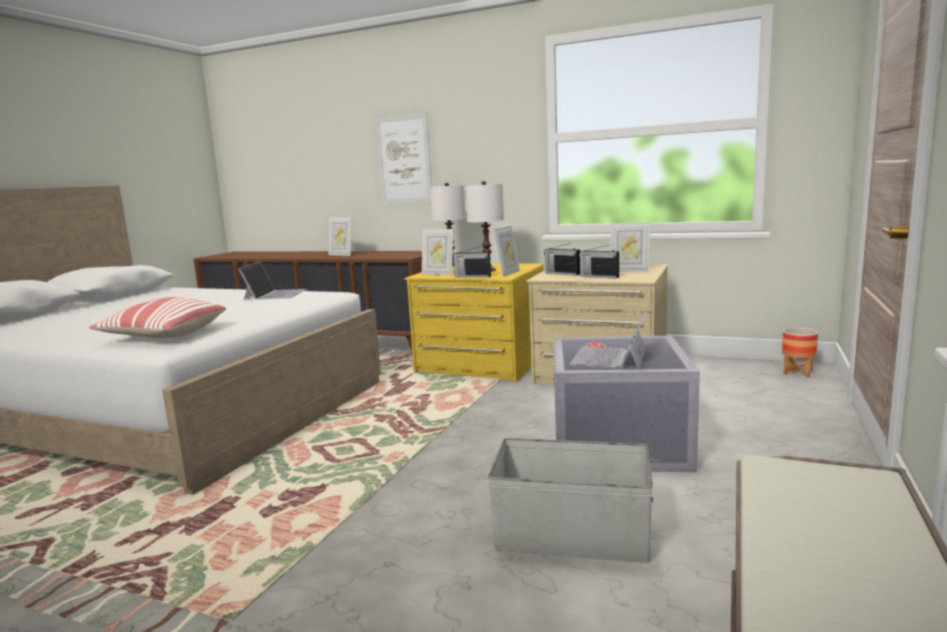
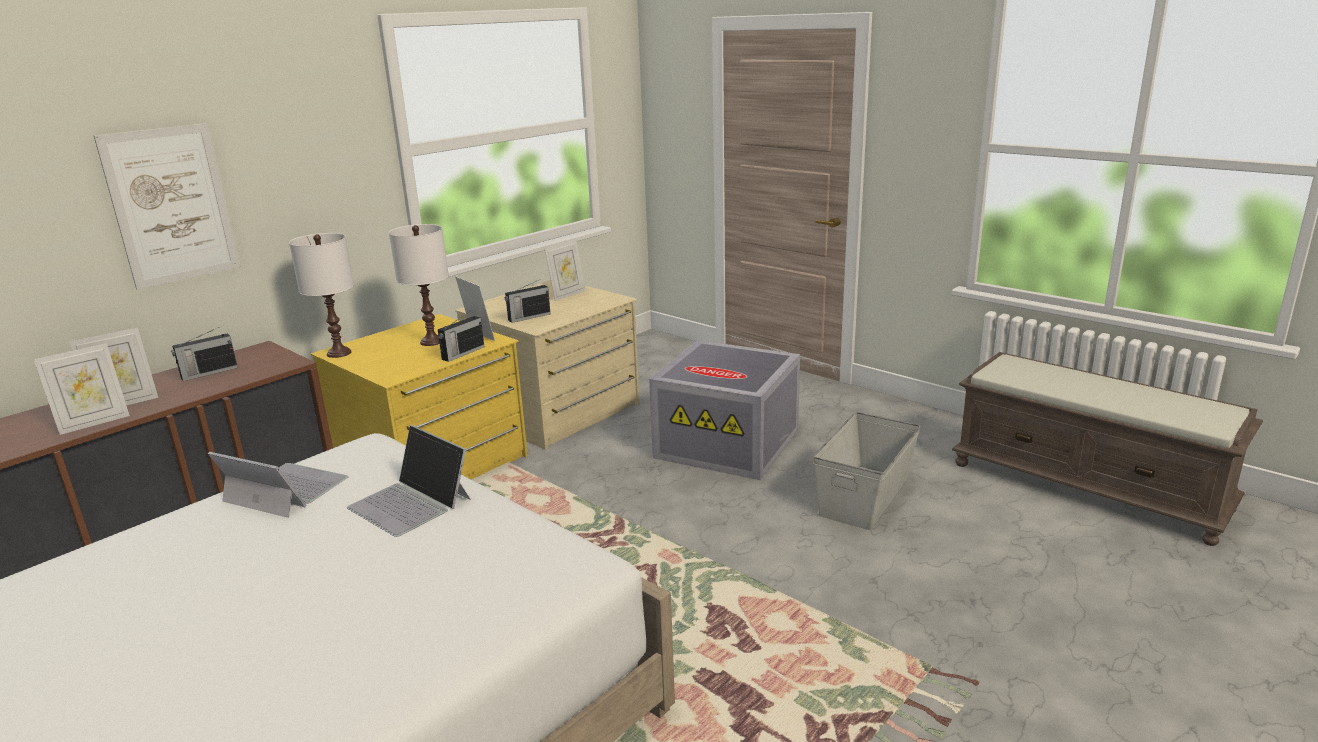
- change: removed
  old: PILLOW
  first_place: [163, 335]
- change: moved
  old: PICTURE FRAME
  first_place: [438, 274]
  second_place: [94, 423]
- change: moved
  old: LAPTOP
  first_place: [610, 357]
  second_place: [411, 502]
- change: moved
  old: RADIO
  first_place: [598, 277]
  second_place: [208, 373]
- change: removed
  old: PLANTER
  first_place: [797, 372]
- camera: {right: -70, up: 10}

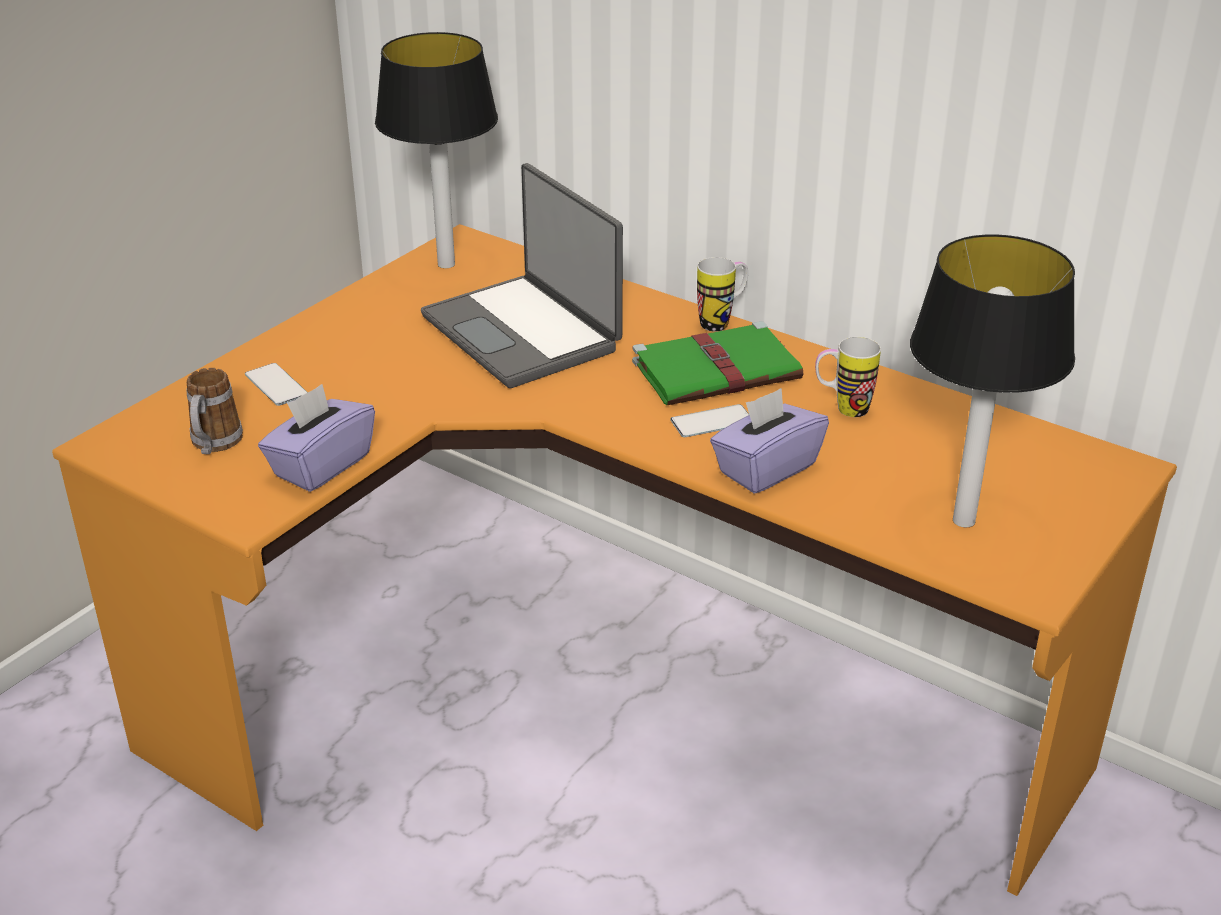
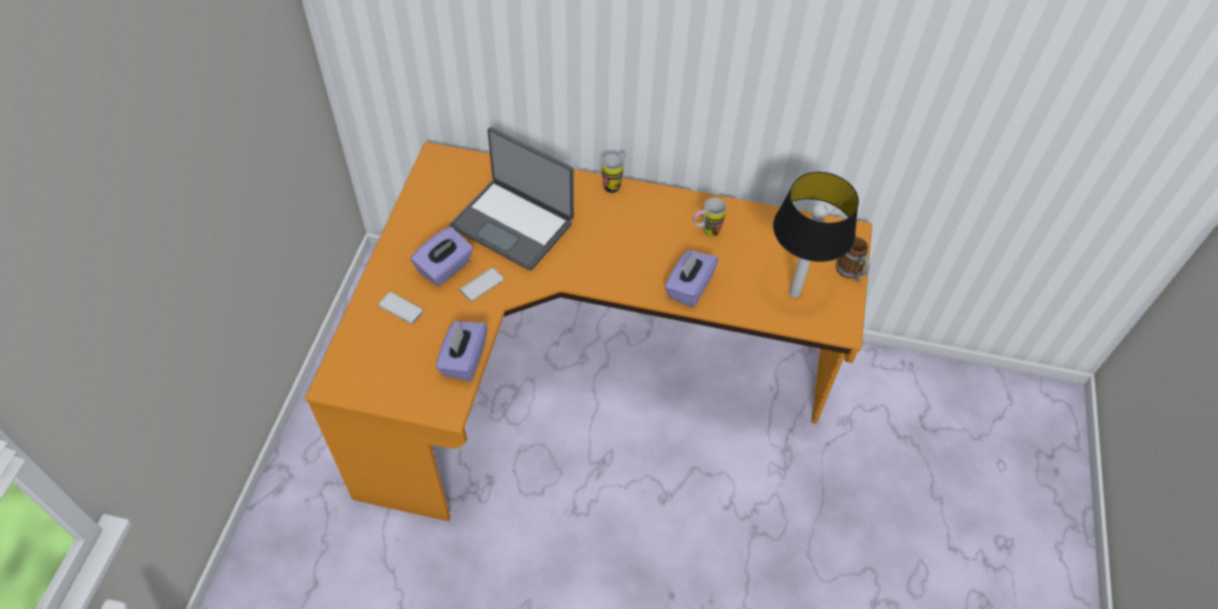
- change: moved
  old: MUG
  first_place: [214, 445]
  second_place: [851, 273]
- change: removed
  old: TABLE LAMP
  first_place: [445, 264]
- change: removed
  old: GREEN BOOK
  first_place: [719, 370]
- change: moved
  old: PHONE
  first_place: [712, 422]
  second_place: [482, 285]
- change: added
  new: PURPLE TISSUE BOX
  second_place: [445, 268]
- camera: {right: -25, up: 20}

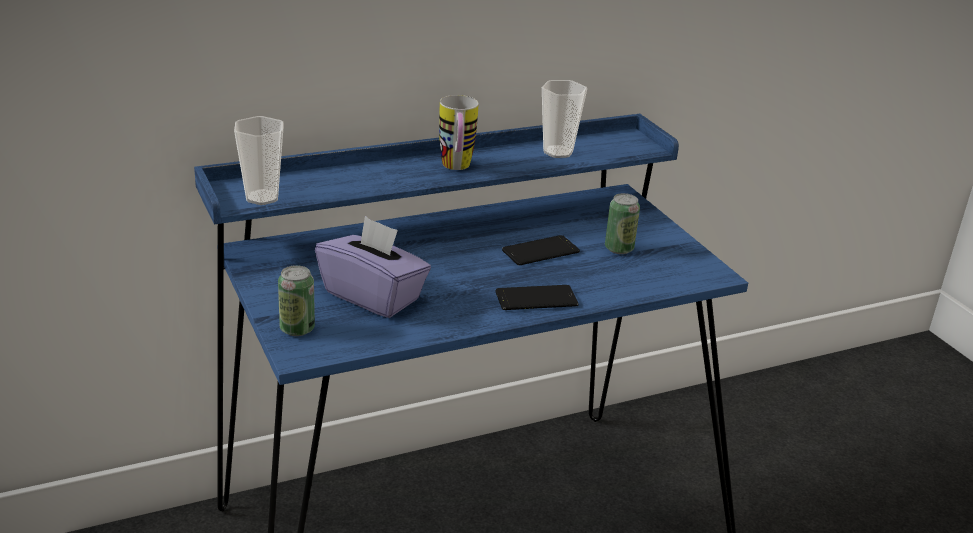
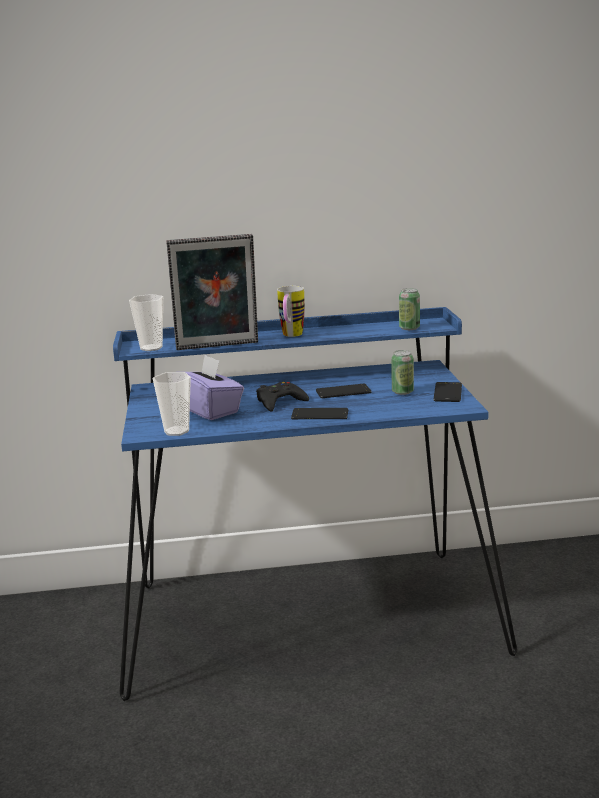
- change: moved
  old: CAN
  first_place: [297, 329]
  second_place: [409, 328]
- change: moved
  old: CUP
  first_place: [558, 152]
  second_place: [176, 431]
- change: added
  new: PICTURE FRAME
  second_place: [217, 347]
- change: added
  new: BLACK GAME CONTROLLER
  second_place: [280, 402]
- change: added
  new: PHONE
  second_place: [447, 393]
- camera: {right: 20, up: -10}

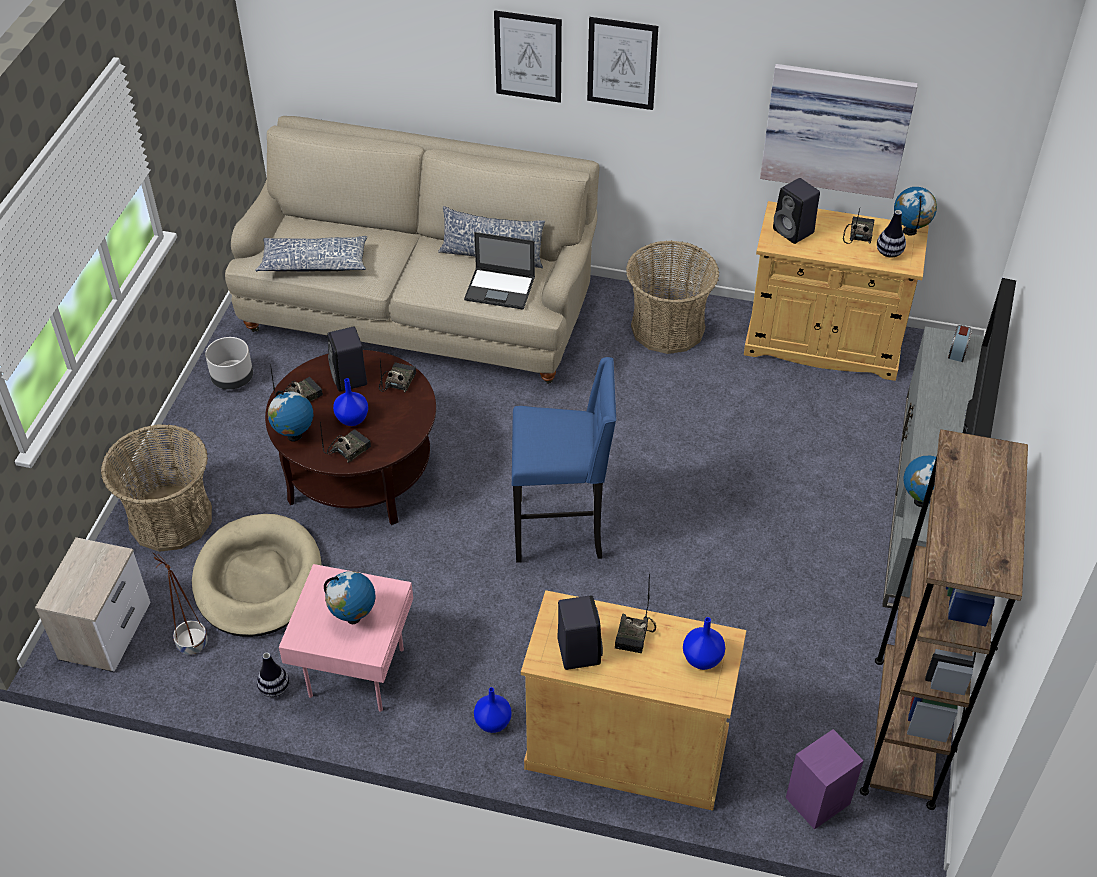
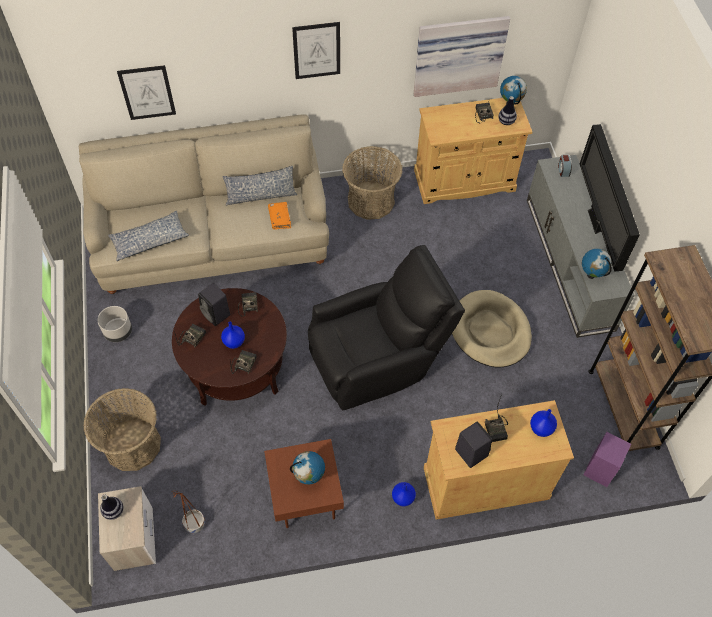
- change: moved
  old: BEIGE DOG BED
  first_place: [258, 580]
  second_place: [490, 331]
- change: moved
  old: VASE
  first_place: [274, 688]
  second_place: [114, 511]
- change: removed
  old: GLOBE
  first_place: [294, 436]
- change: recoloured
  old: PINK SIDE TABLE
  new: BROWN SIDE TABLE
  first_place: [355, 669]
  second_place: [304, 498]
- change: replaced
  old: LAPTOP
  new: ORANGE BOOK
  first_place: [500, 288]
  second_place: [279, 218]
- change: moved
  old: PICTURE
  first_place: [528, 56]
  second_place: [147, 92]
- change: replaced
  old: BLUE STOOL
  new: BLACK ARMCHAIR
  first_place: [561, 529]
  second_place: [378, 358]
- change: removed
  old: BLACK SPEAKER
  first_place: [794, 231]
- camera: {right: -25, up: 10}

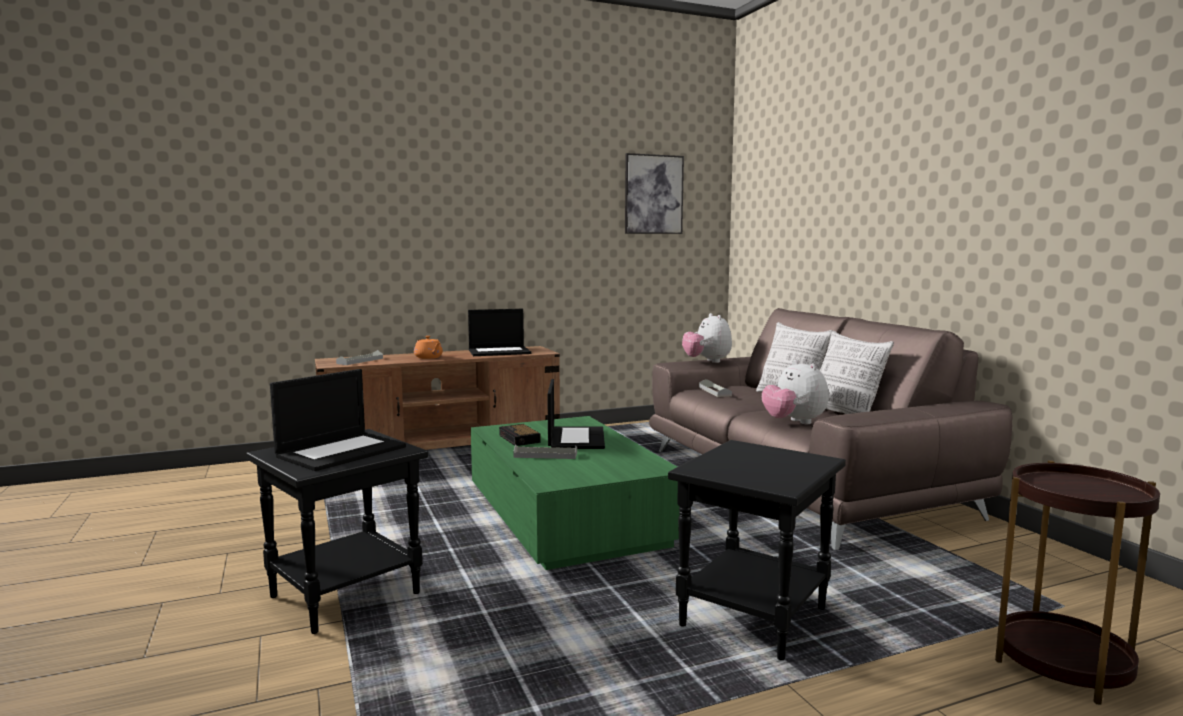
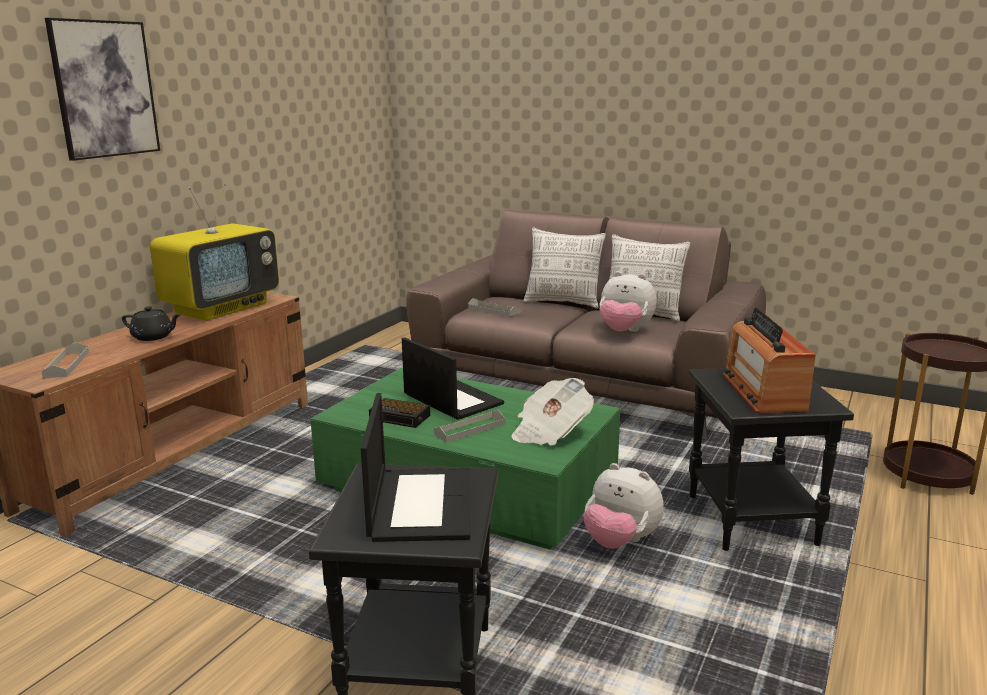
- change: recoloured
  old: ORANGE TEAPOT
  new: BLACK TEAPOT
  first_place: [428, 357]
  second_place: [153, 337]
- change: replaced
  old: LAPTOP
  new: TELEVISION
  first_place: [500, 352]
  second_place: [222, 308]
- change: moved
  old: PICTURE
  first_place: [653, 194]
  second_place: [104, 89]
- change: moved
  old: PLUSH TOY
  first_place: [707, 361]
  second_place: [620, 542]
- change: added
  new: NEWSPAPER
  second_place: [550, 432]
- change: added
  new: RADIO
  second_place: [763, 392]
- camera: {right: -40, up: 10}

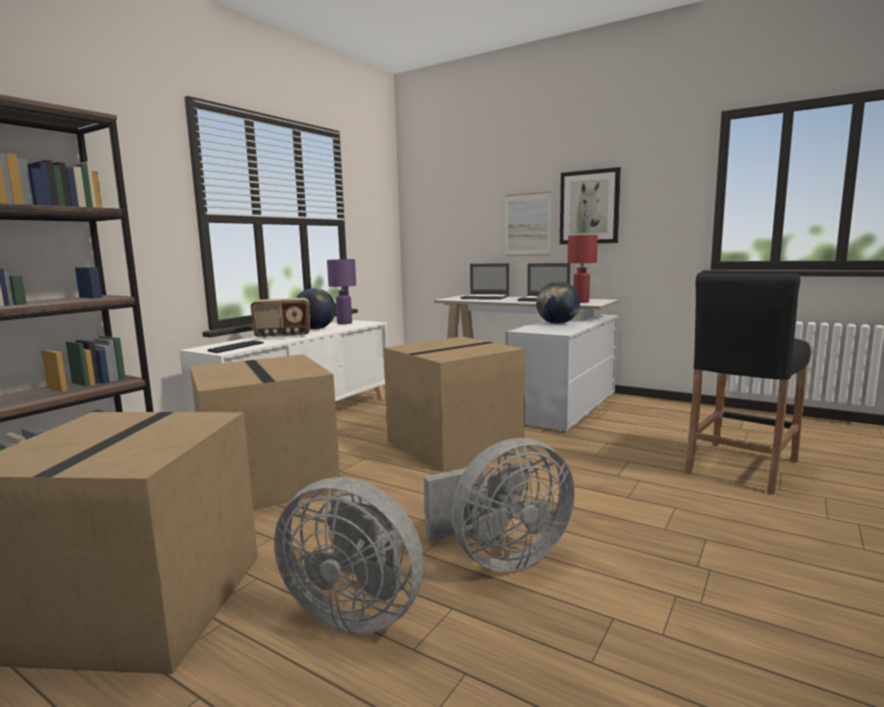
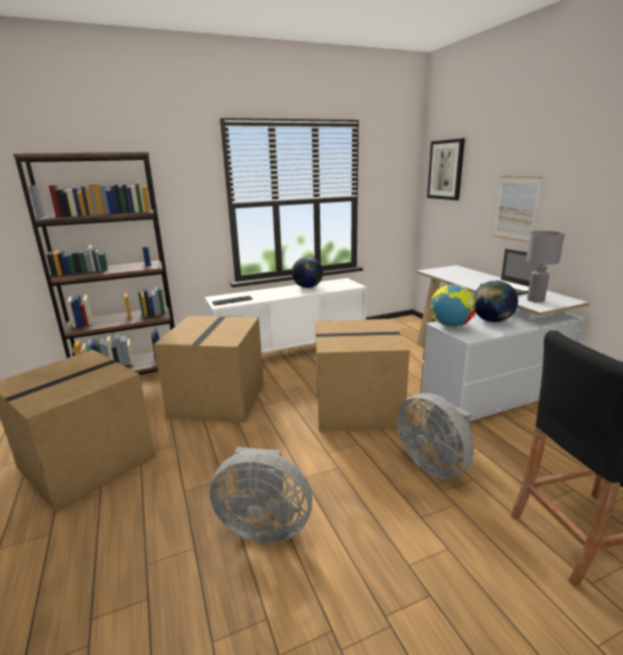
- change: removed
  old: RADIO
  first_place: [283, 336]
- change: moved
  old: GREY FAN
  first_place: [356, 611]
  second_place: [434, 464]
- change: removed
  old: PURPLE TABLE LAMP
  first_place: [344, 323]
- change: removed
  old: LAPTOP
  first_place: [485, 297]
- change: moved
  old: PICTURE
  first_place: [589, 207]
  second_place: [446, 170]
- change: recoloured
  old: RED TABLE LAMP
  new: GREY TABLE LAMP
  first_place: [581, 302]
  second_place: [536, 300]
- change: added
  new: GLOBE
  second_place: [450, 326]
- camera: {right: 35, up: 10}

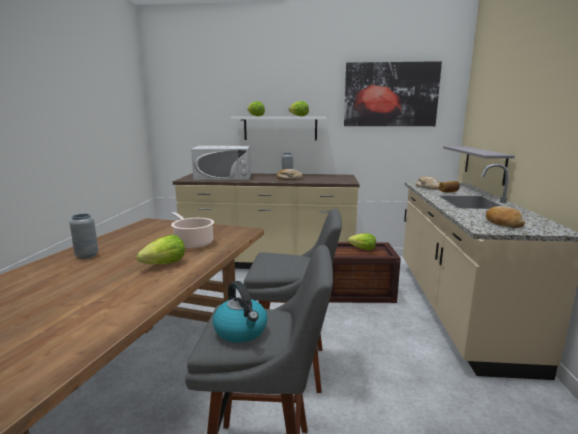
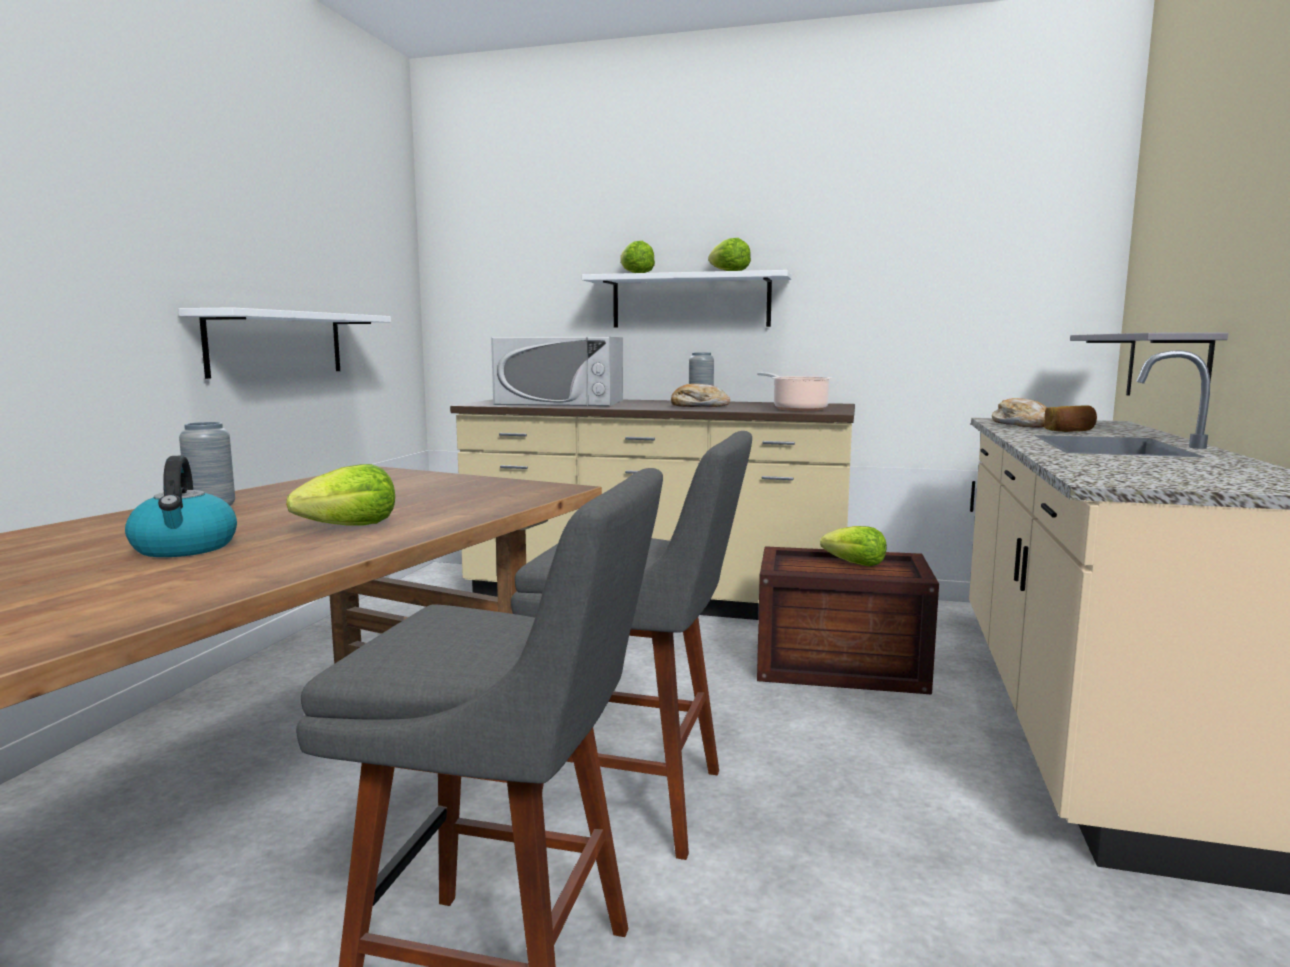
- change: moved
  old: COOKING POT
  first_place: [192, 243]
  second_place: [797, 409]
- change: moved
  old: KETTLE
  first_place: [241, 331]
  second_place: [185, 548]
- change: removed
  old: PICTURE
  first_place: [390, 95]
- change: removed
  old: BREAD
  first_place: [502, 223]
- change: added
  new: WHITE SHELF
  second_place: [277, 343]
- camera: {right: 10, up: -5}

